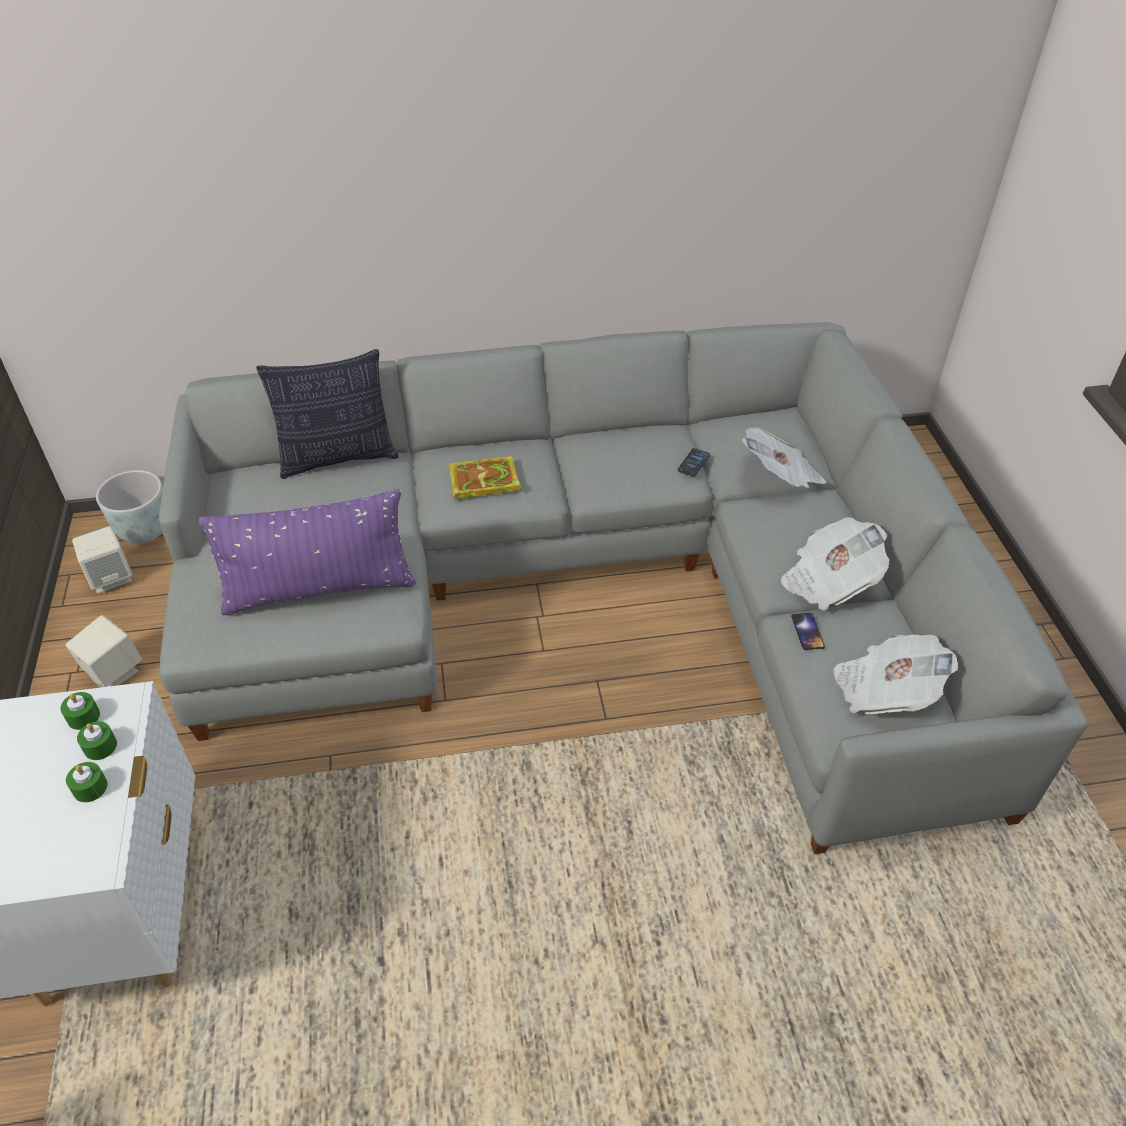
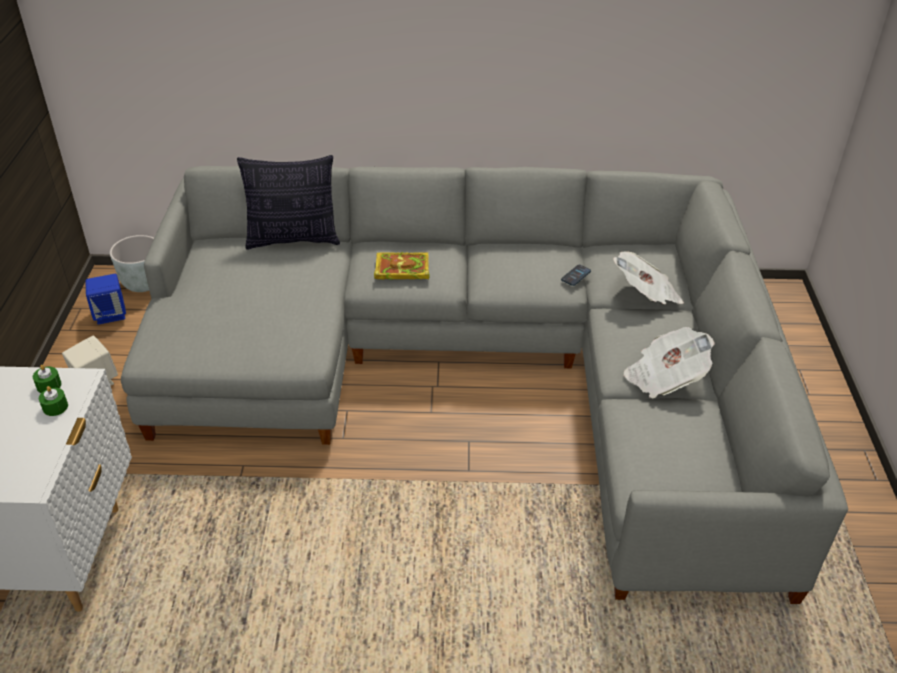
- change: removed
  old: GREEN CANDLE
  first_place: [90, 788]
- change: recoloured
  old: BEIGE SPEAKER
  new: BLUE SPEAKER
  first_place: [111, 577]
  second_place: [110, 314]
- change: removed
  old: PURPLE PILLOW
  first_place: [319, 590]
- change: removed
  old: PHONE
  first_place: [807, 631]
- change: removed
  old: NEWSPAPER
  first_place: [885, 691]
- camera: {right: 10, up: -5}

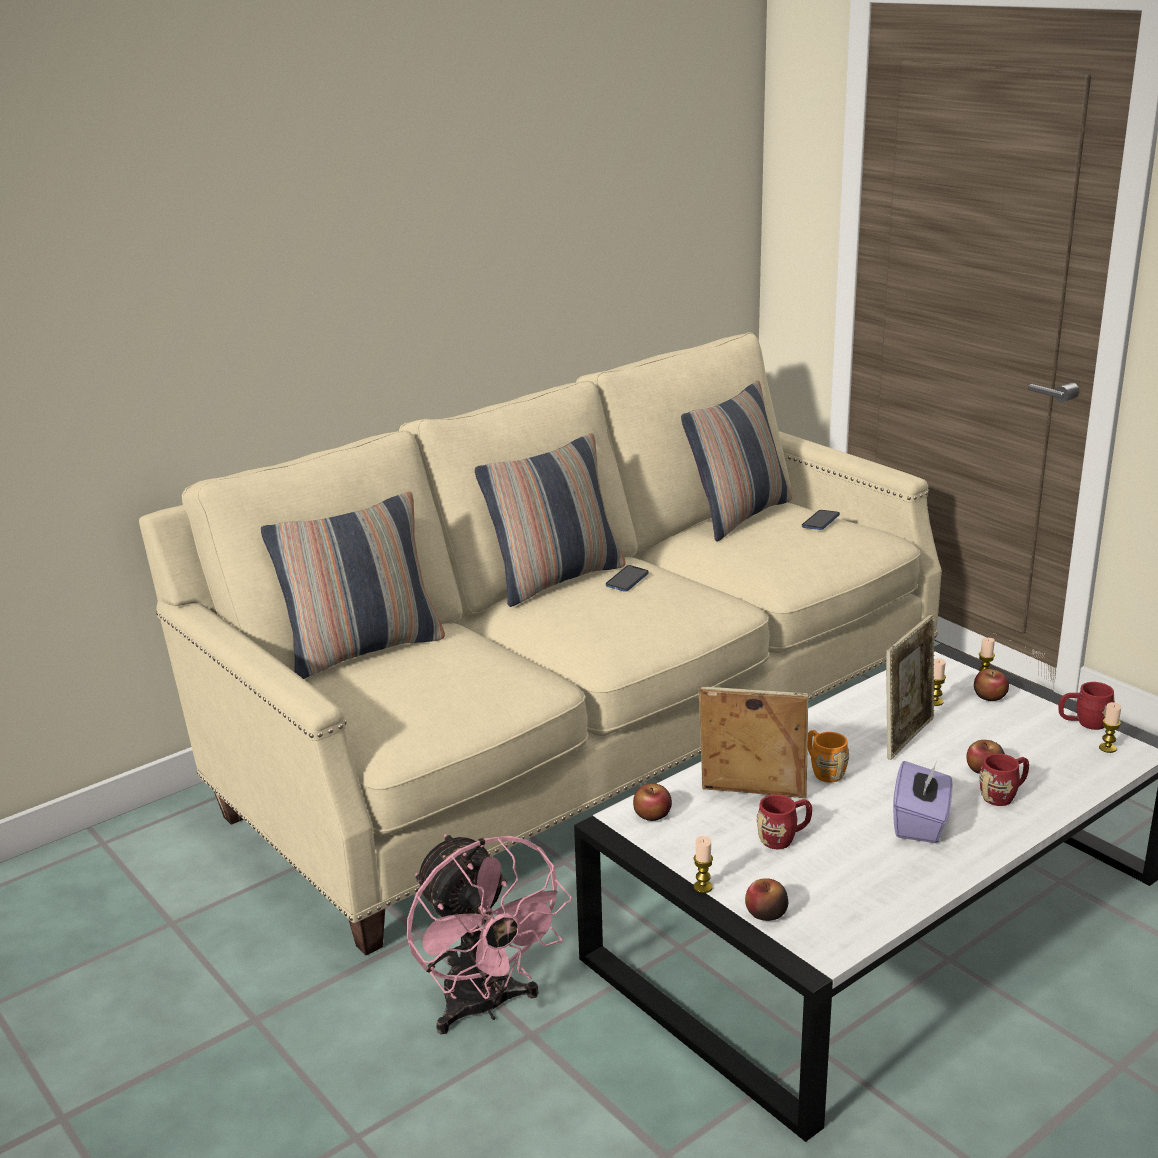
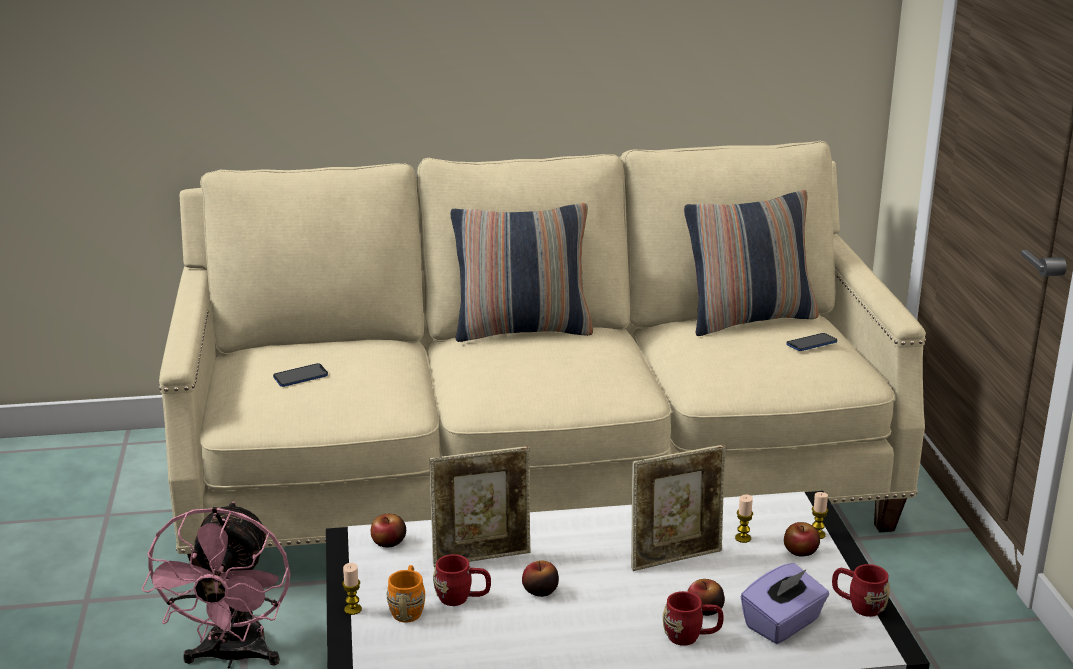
- change: removed
  old: PILLOW
  first_place: [363, 650]
- change: moved
  old: PHONE
  first_place: [627, 580]
  second_place: [300, 376]
- change: turned
  old: PICTURE FRAME
  first_place: [752, 796]
  second_place: [482, 557]
  degrees: 120
- change: moved
  old: APPLE
  first_place: [766, 913]
  second_place: [540, 590]
- change: moved
  old: ORANGE MUG
  first_place: [823, 770]
  second_place: [408, 608]
- change: moved
  old: PURPLE TISSUE BOX
  first_place: [920, 823]
  second_place: [783, 624]
- change: removed
  old: CANDLE
  first_place: [1107, 748]
- camera: {right: 30, up: 0}

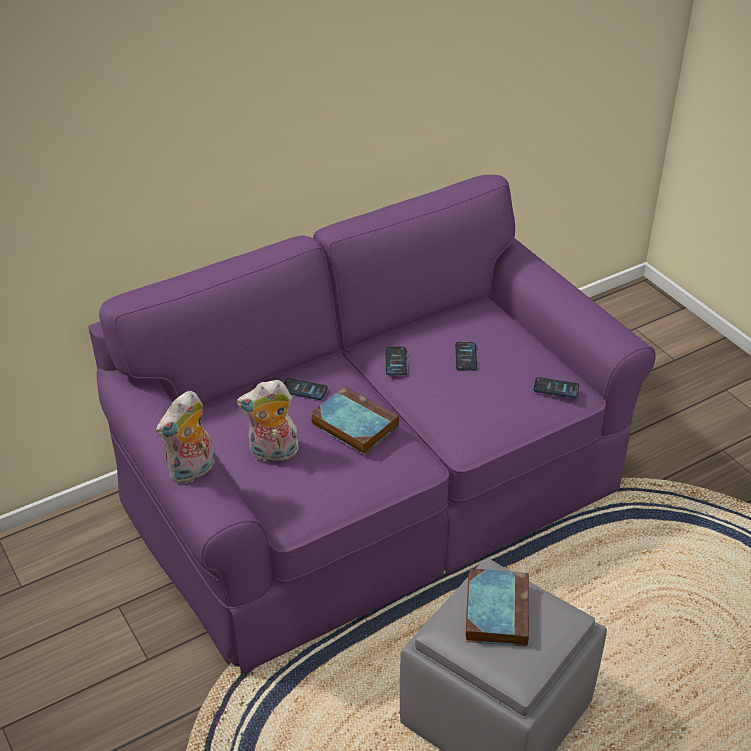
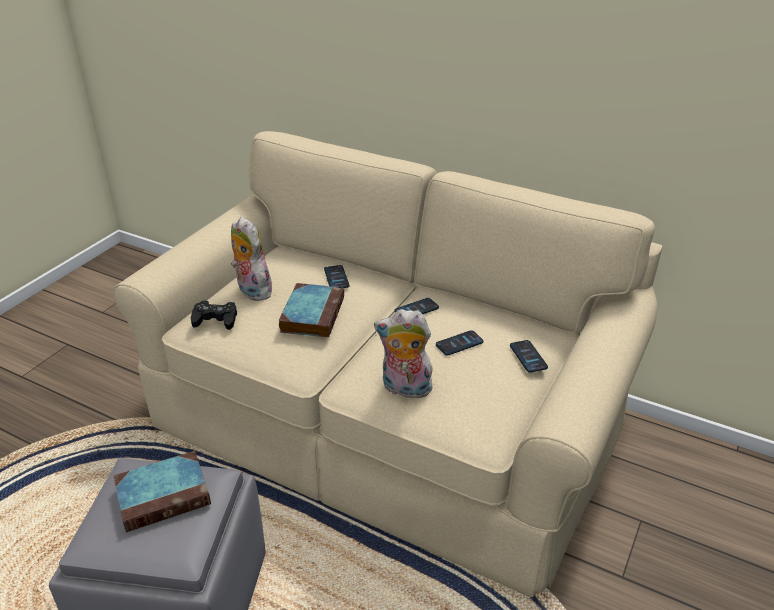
- change: recoloured
  old: PURPLE SOFA
  new: BEIGE SOFA
  first_place: [376, 490]
  second_place: [388, 421]
- change: moved
  old: PLUSH TOY
  first_place: [192, 472]
  second_place: [404, 389]
- change: moved
  old: PHONE
  first_place: [556, 388]
  second_place: [528, 357]
- change: added
  new: BLACK GAME CONTROLLER
  second_place: [215, 320]
- camera: {right: 60, up: -5}

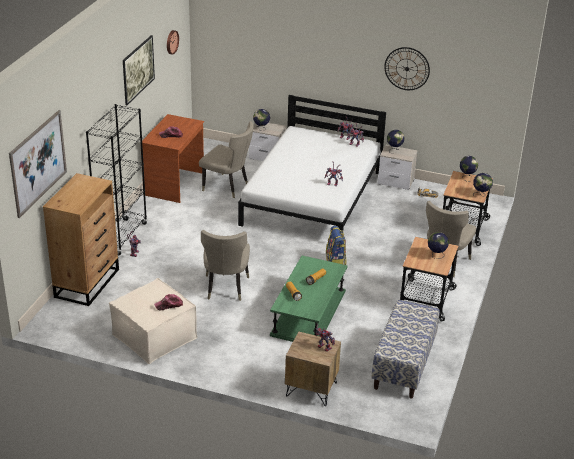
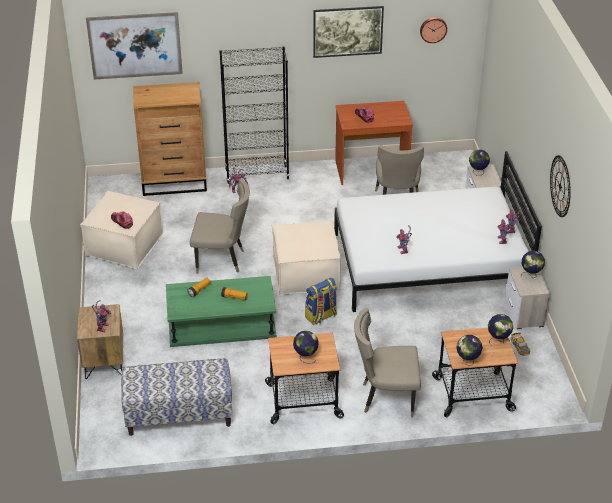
- change: turned
  old: BEIGE CHAIR
  first_place: [225, 289]
  second_place: [222, 260]
  degrees: -150
- change: added
  new: BEIGE OTTOMAN
  second_place: [306, 273]
- camera: {right: 65, up: 5}

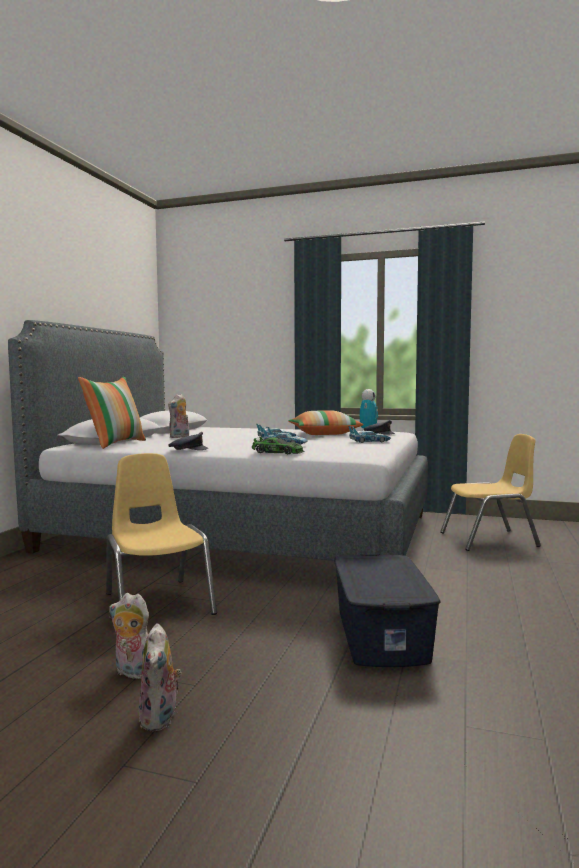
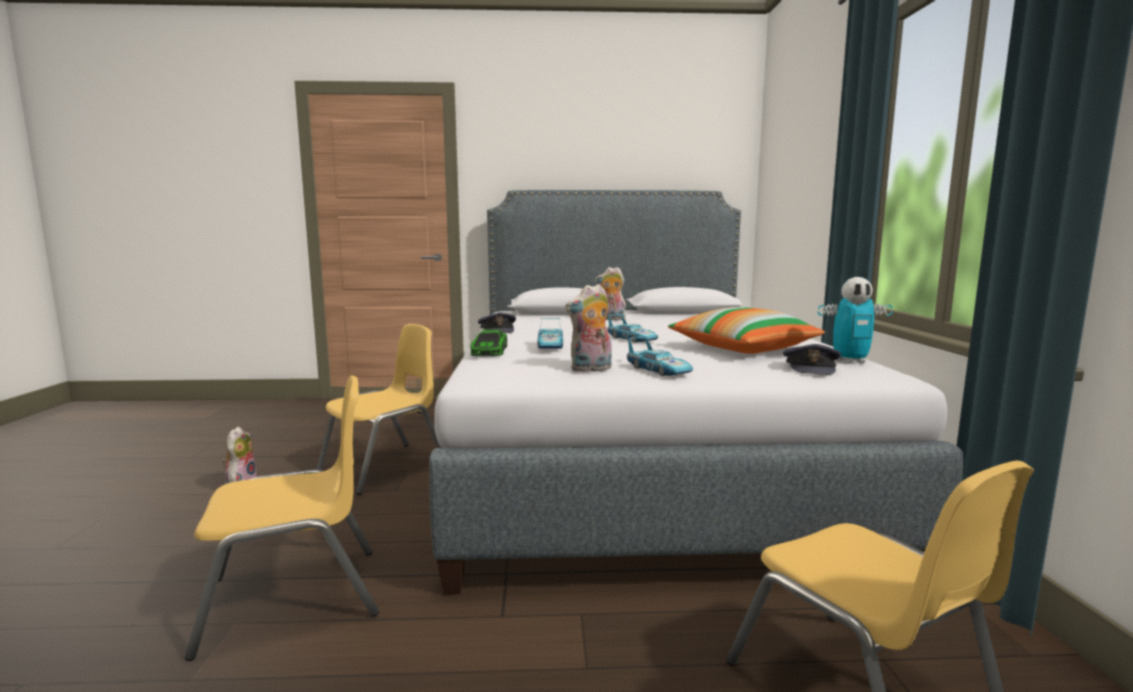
- change: removed
  old: PILLOW
  first_place: [115, 444]
- change: moved
  old: PLUSH TOY
  first_place: [161, 718]
  second_place: [591, 369]
- change: replaced
  old: BLUE STORAGE BOX
  new: YELLOW CHAIR
  first_place: [381, 634]
  second_place: [294, 598]
- camera: {right: 70, up: 5}

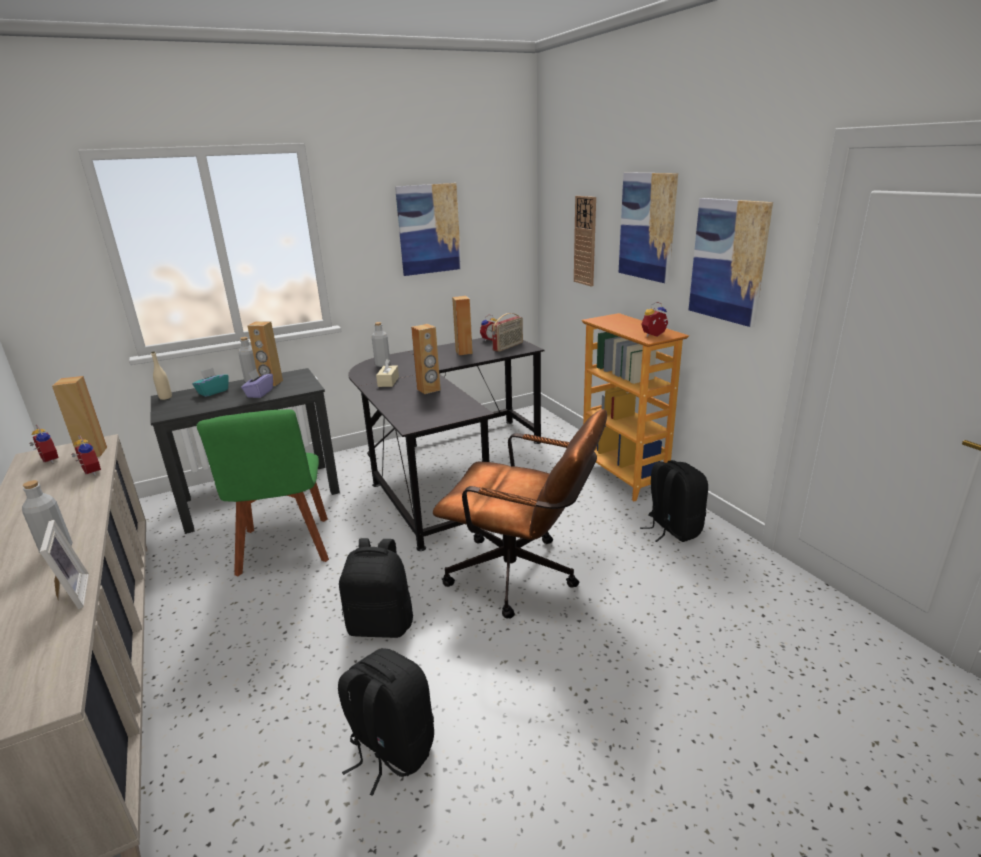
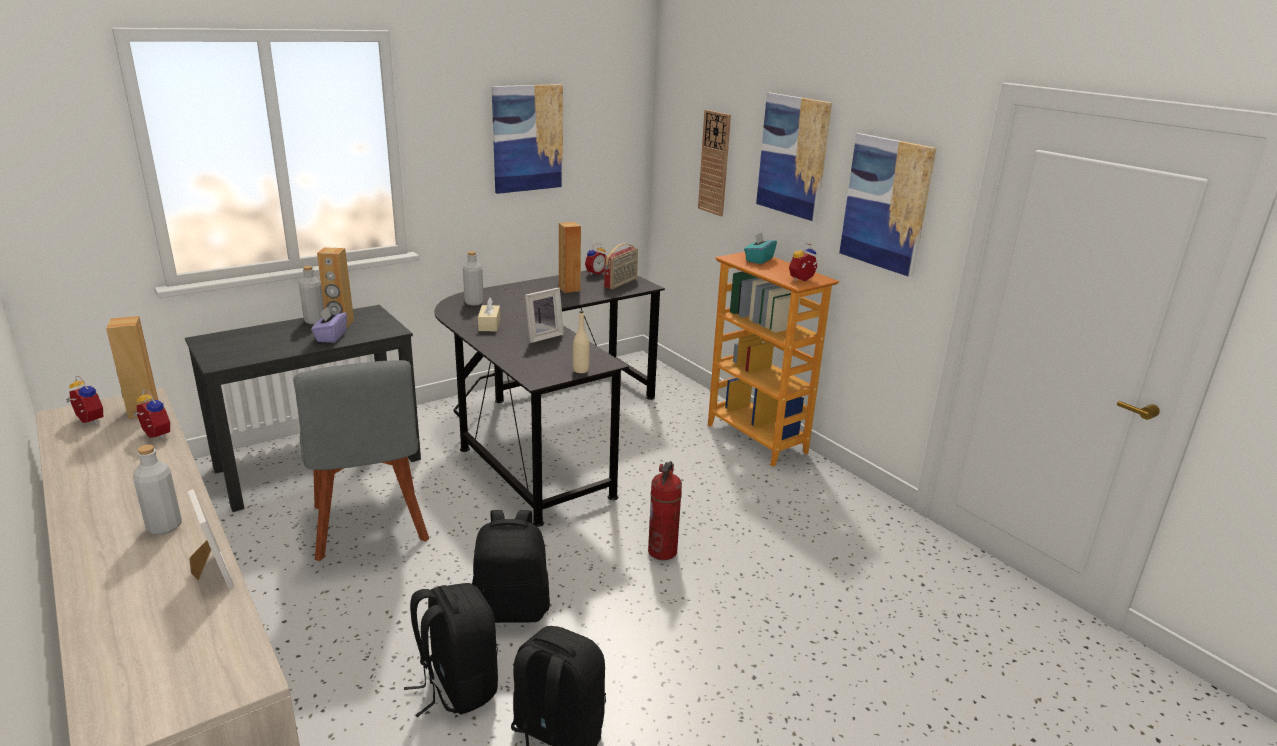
- change: moved
  old: BEIGE BOTTLE
  first_place: [165, 397]
  second_place: [581, 370]
- change: moved
  old: TURQUOISE TISSUE BOX
  first_place: [213, 392]
  second_place: [759, 260]
- change: recoloured
  old: GREEN CHAIR
  new: GREY CHAIR
  first_place: [284, 549]
  second_place: [370, 527]
- change: replaced
  old: BROWN SPEAKER
  new: PICTURE FRAME
  first_place: [429, 390]
  second_place: [543, 336]
- change: replaced
  old: BROWN OFFICE CHAIR
  new: FIRE EXTINGUISHER
  first_place: [523, 576]
  second_place: [663, 552]
- change: moved
  old: BLACK BACKPACK
  first_place: [672, 529]
  second_place: [457, 687]
- camera: {right: -10, up: 0}

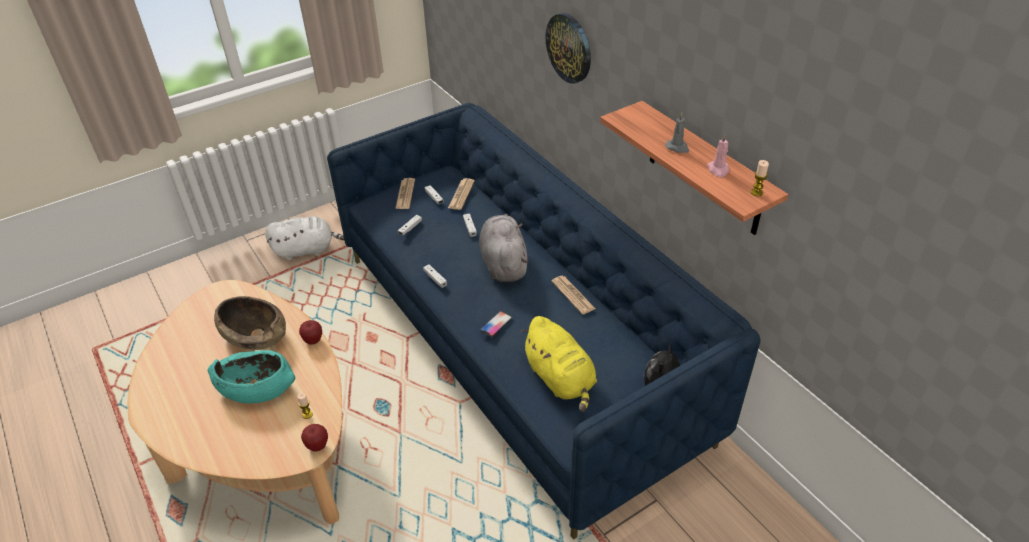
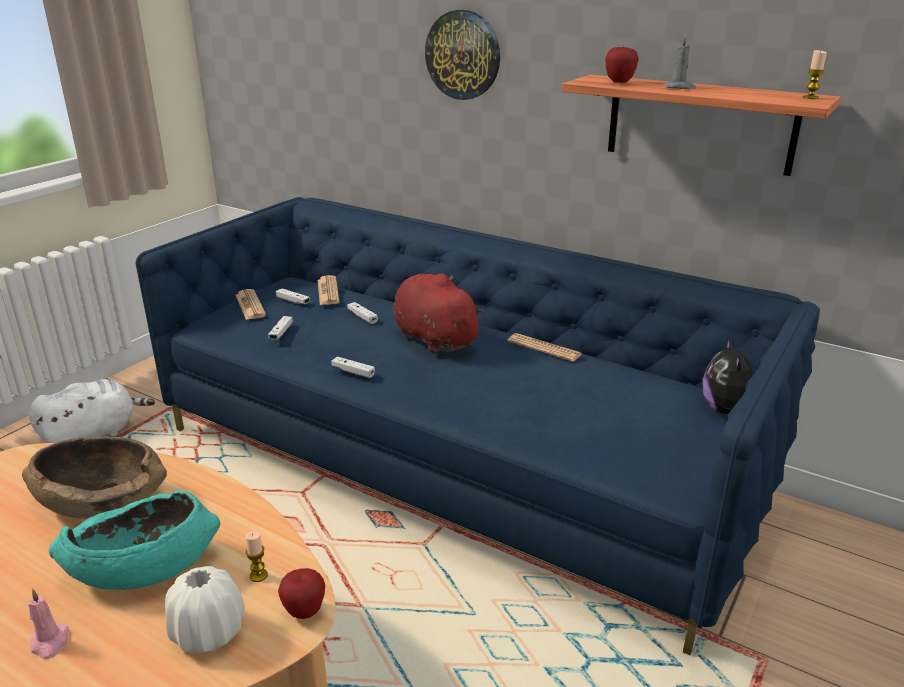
- change: moved
  old: APPLE
  first_place: [313, 341]
  second_place: [619, 82]
- change: recoloured
  old: GREY PLUSH TOY
  new: RED PLUSH TOY
  first_place: [503, 263]
  second_place: [433, 338]
- change: removed
  old: PHONE
  first_place: [496, 324]
- change: removed
  old: YELLOW PLUSH TOY
  first_place: [561, 379]
- change: moved
  old: PINK CANDLE
  first_place: [718, 170]
  second_place: [50, 642]
- change: added
  new: WHITE VASE
  second_place: [208, 632]
- camera: {right: -25, up: -15}

